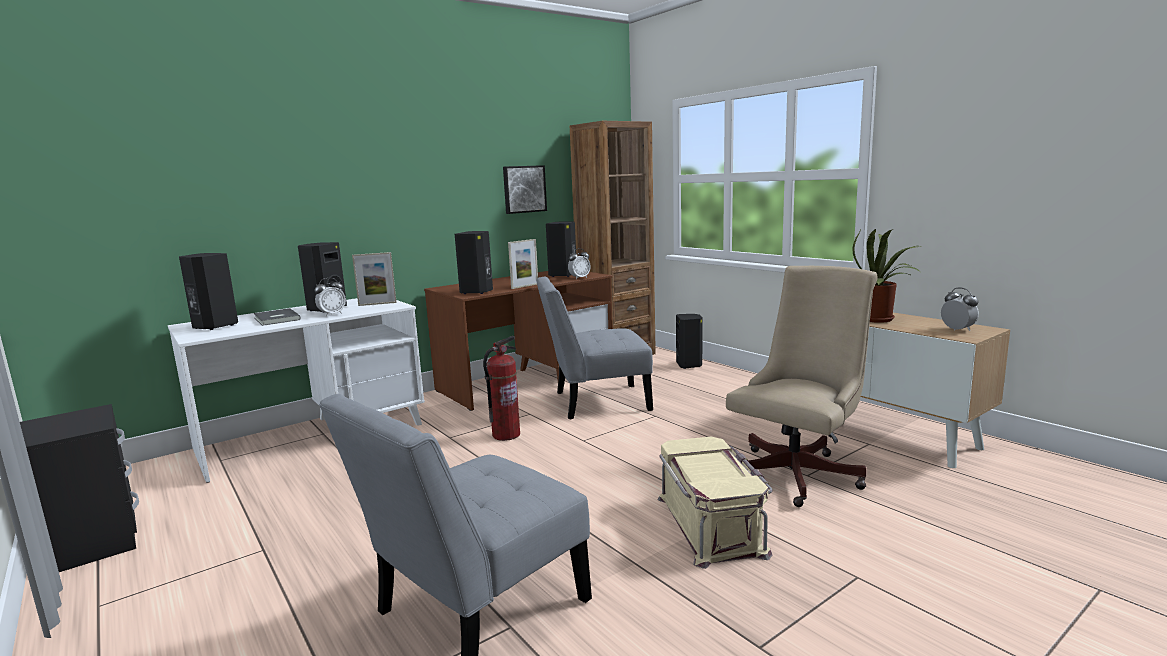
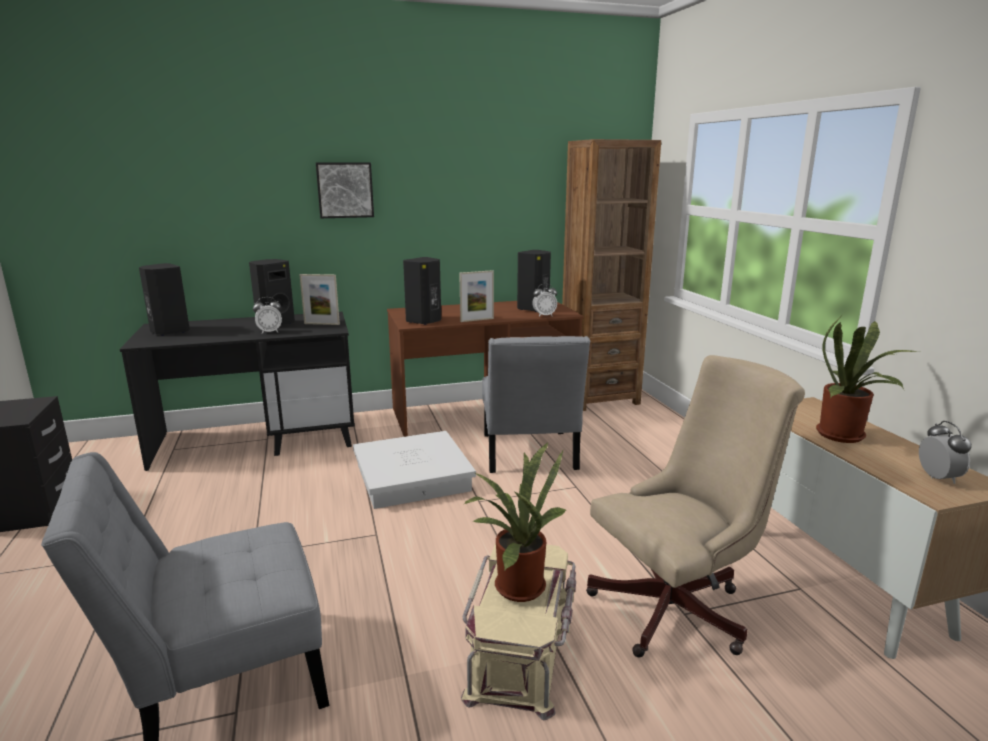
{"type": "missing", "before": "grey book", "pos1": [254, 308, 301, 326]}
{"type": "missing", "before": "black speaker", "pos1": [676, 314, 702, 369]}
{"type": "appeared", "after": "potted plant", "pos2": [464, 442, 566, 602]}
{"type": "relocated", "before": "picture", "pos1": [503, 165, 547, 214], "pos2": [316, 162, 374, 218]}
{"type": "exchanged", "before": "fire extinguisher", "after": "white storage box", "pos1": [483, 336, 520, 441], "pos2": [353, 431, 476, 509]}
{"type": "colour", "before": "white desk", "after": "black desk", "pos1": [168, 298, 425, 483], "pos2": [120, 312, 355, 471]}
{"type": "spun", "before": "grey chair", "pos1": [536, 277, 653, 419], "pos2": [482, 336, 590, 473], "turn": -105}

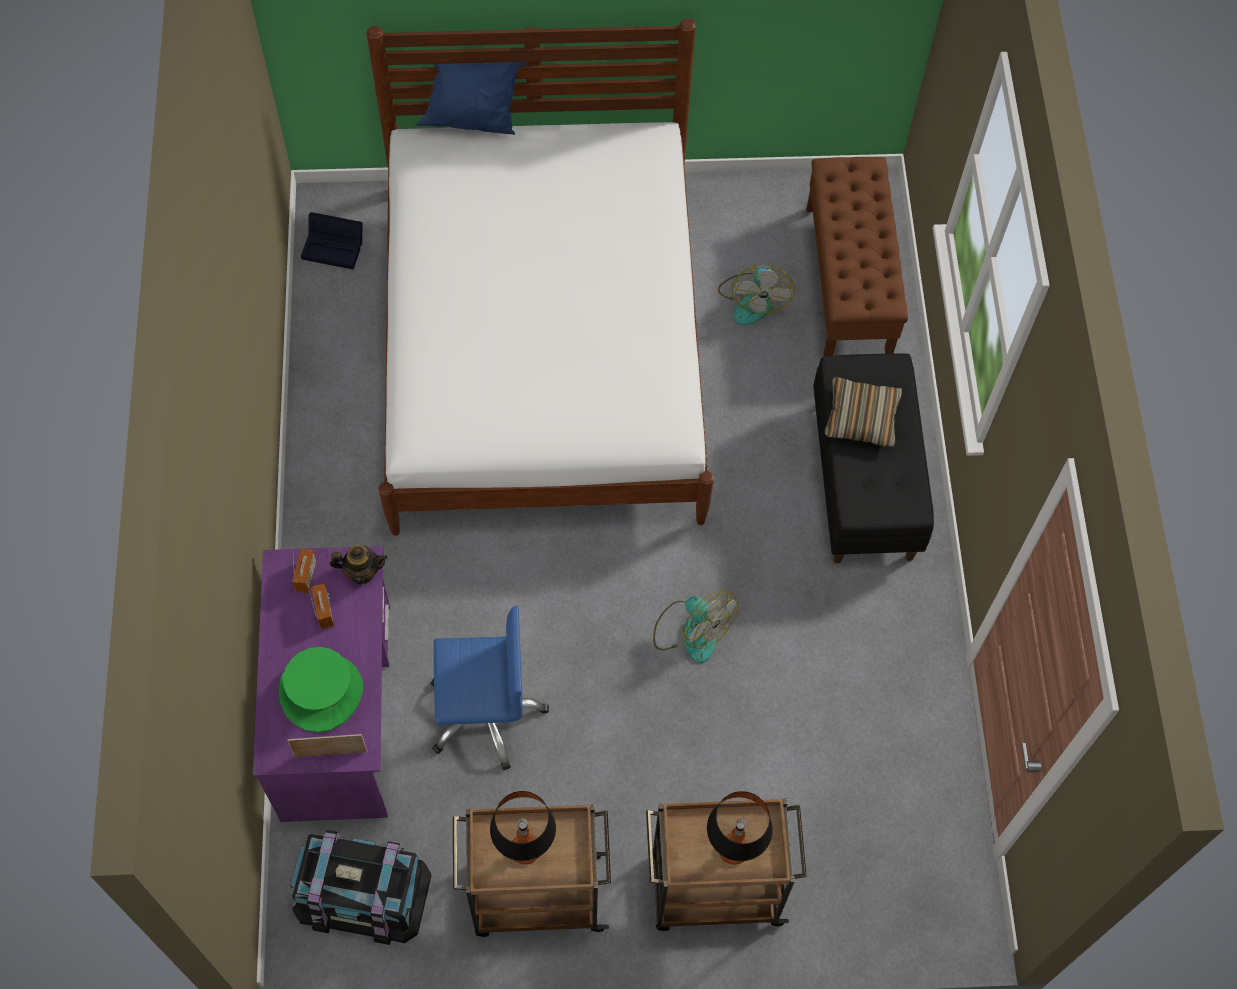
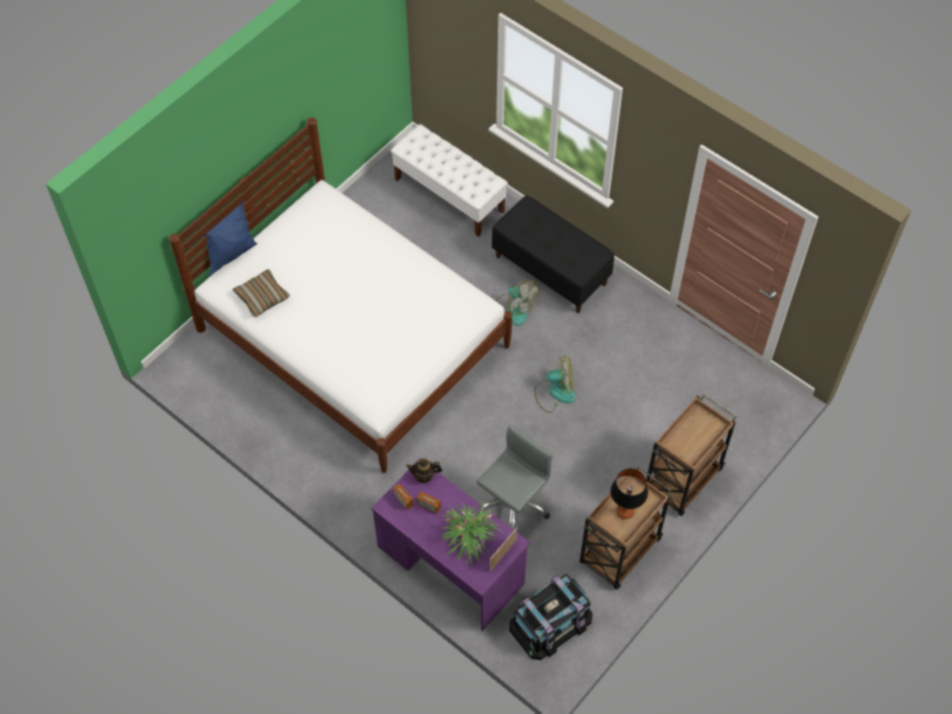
{"type": "missing", "before": "black storage box", "pos1": [301, 212, 363, 270]}
{"type": "missing", "before": "table lamp", "pos1": [707, 791, 773, 865]}
{"type": "relocated", "before": "fan", "pos1": [718, 265, 795, 326], "pos2": [496, 280, 539, 326]}
{"type": "relocated", "before": "pillow", "pos1": [825, 377, 902, 446], "pos2": [233, 269, 290, 317]}
{"type": "exchanged", "before": "green hat", "after": "potted plant", "pos1": [278, 647, 363, 733], "pos2": [433, 501, 502, 566]}
{"type": "colour", "before": "blue office chair", "after": "grey office chair", "pos1": [431, 606, 549, 770], "pos2": [477, 425, 553, 530]}
{"type": "colour", "before": "brown bench", "after": "white bench", "pos1": [807, 157, 908, 357], "pos2": [391, 124, 508, 237]}
{"type": "spun", "before": "teapot", "pos1": [330, 545, 387, 584], "pos2": [406, 458, 442, 483], "turn": -135}

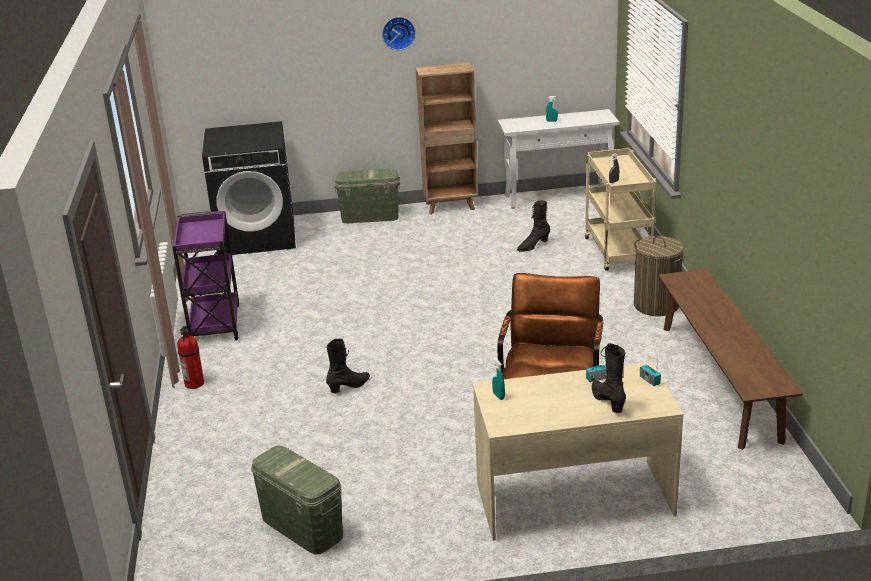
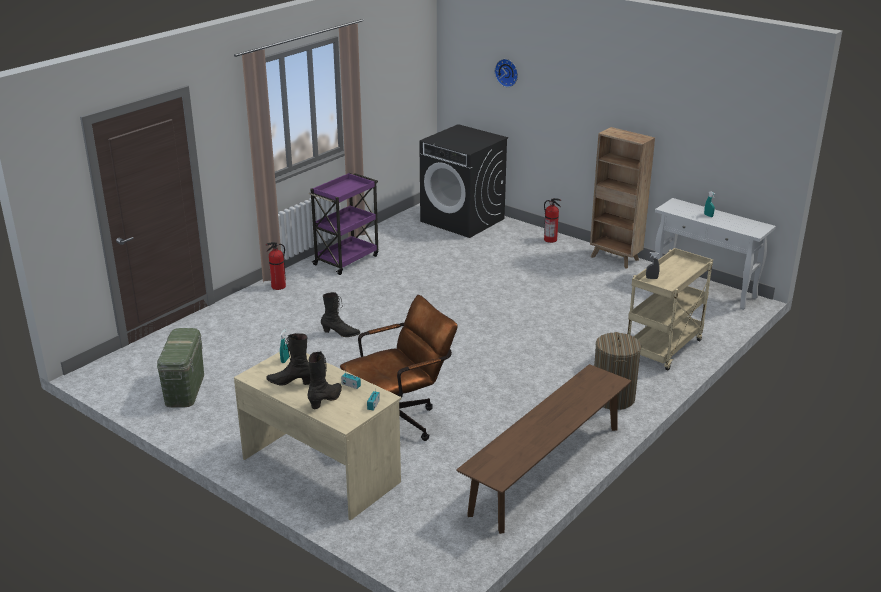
{"type": "relocated", "before": "wall clock", "pos1": [382, 17, 416, 50], "pos2": [495, 59, 518, 87]}
{"type": "relocated", "before": "black boot", "pos1": [517, 200, 550, 252], "pos2": [266, 333, 310, 386]}
{"type": "exchanged", "before": "green storage box", "after": "fire extinguisher", "pos1": [334, 169, 400, 223], "pos2": [544, 198, 561, 243]}

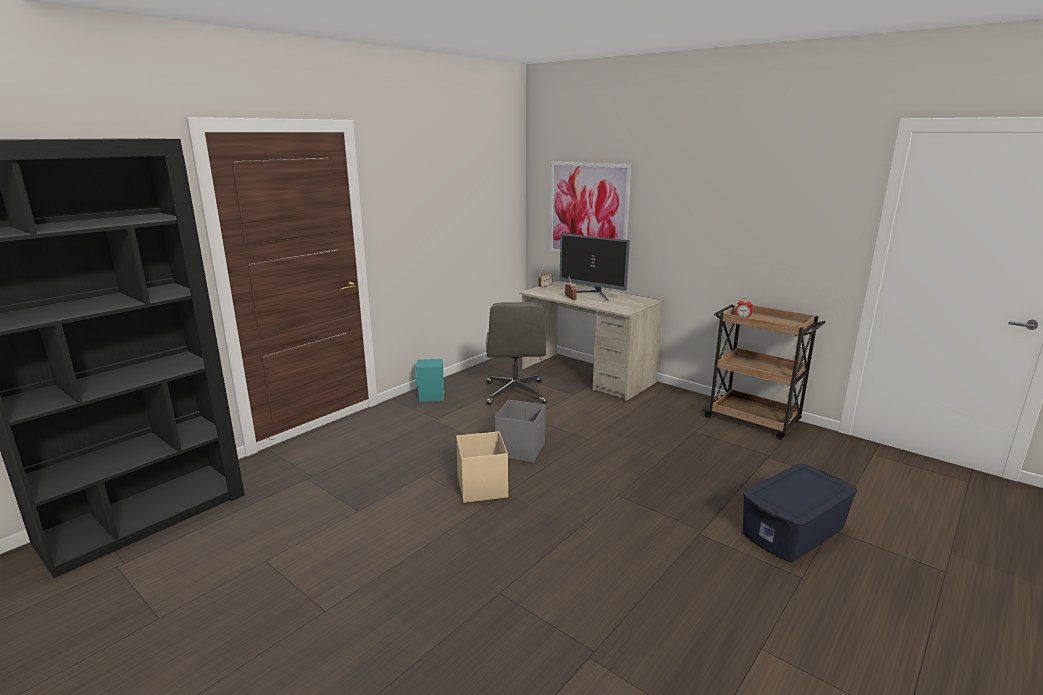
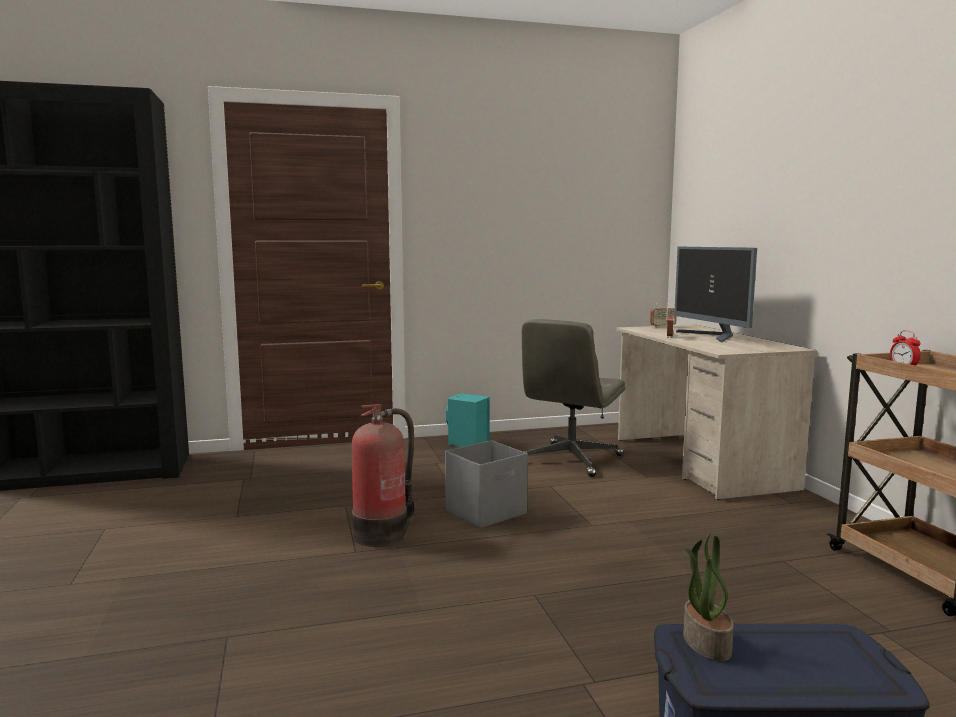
{"type": "missing", "before": "picture", "pos1": [550, 162, 631, 253]}
{"type": "appeared", "after": "potted plant", "pos2": [683, 533, 734, 662]}
{"type": "exchanged", "before": "beige storage box", "after": "fire extinguisher", "pos1": [456, 431, 508, 503], "pos2": [352, 404, 414, 547]}

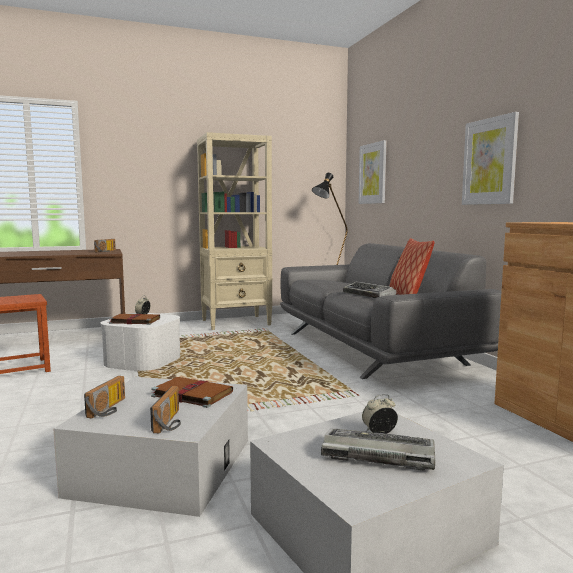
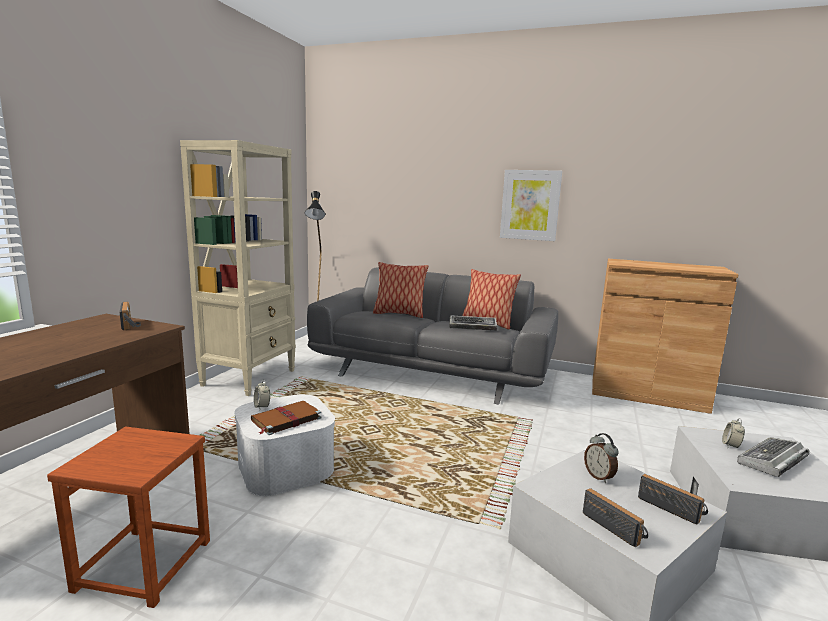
{"type": "missing", "before": "picture", "pos1": [359, 140, 387, 204]}
{"type": "appeared", "after": "pillow", "pos2": [373, 262, 428, 318]}
{"type": "exchanged", "before": "brown book", "after": "alarm clock", "pos1": [151, 377, 233, 408], "pos2": [584, 433, 619, 483]}

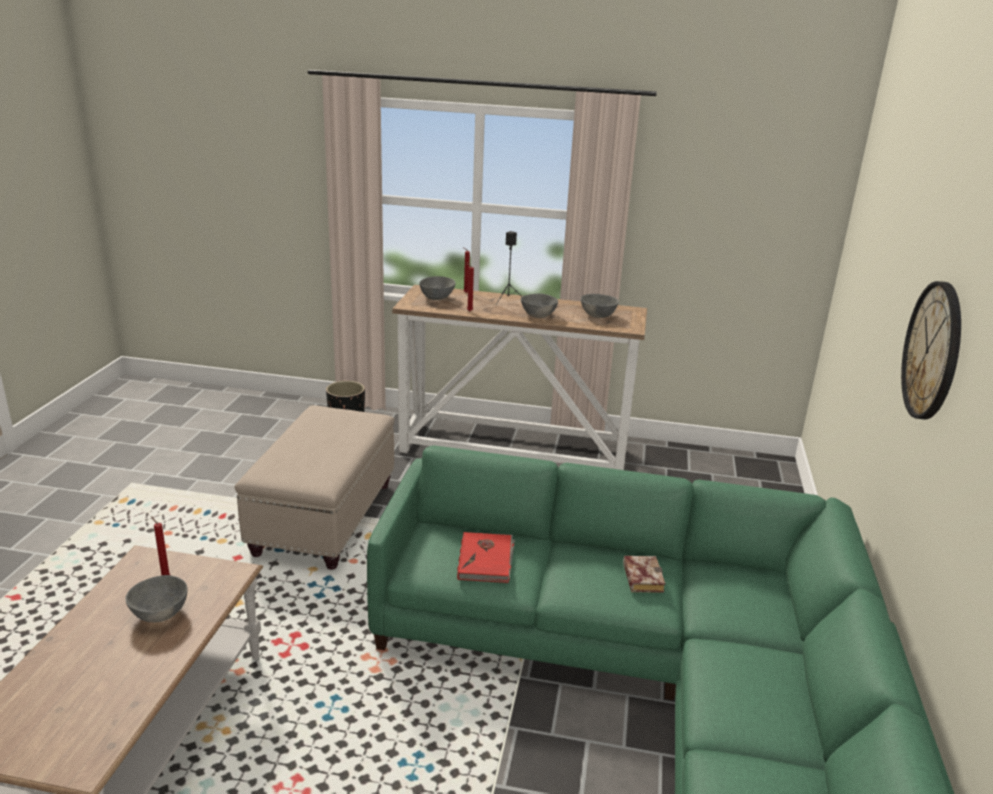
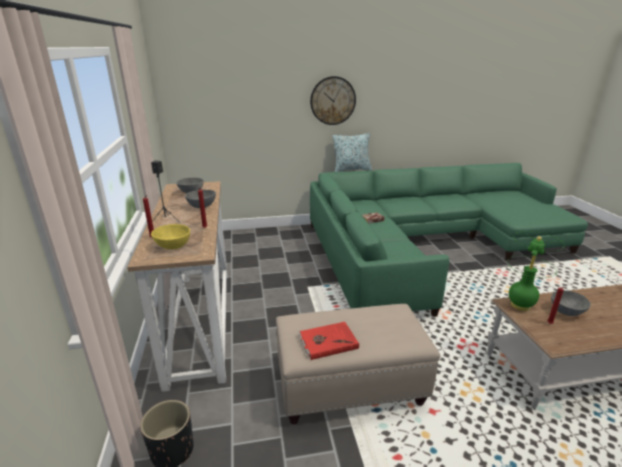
{"type": "appeared", "after": "pillow", "pos2": [333, 133, 372, 172]}
{"type": "appeared", "after": "green table lamp", "pos2": [507, 231, 565, 311]}
{"type": "relocated", "before": "red book", "pos1": [457, 532, 515, 583], "pos2": [298, 322, 359, 360]}
{"type": "colour", "before": "grey bowl", "after": "yellow bowl", "pos1": [419, 276, 456, 300], "pos2": [151, 224, 190, 249]}

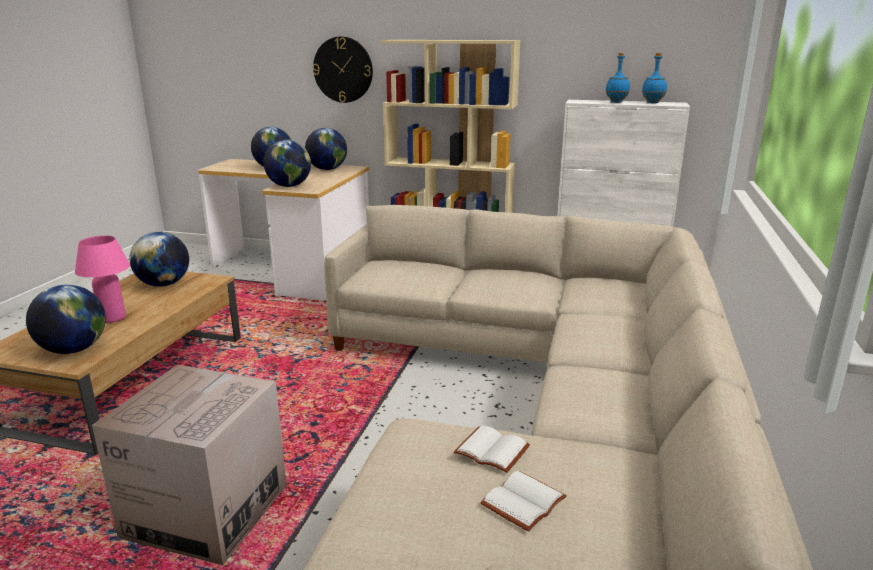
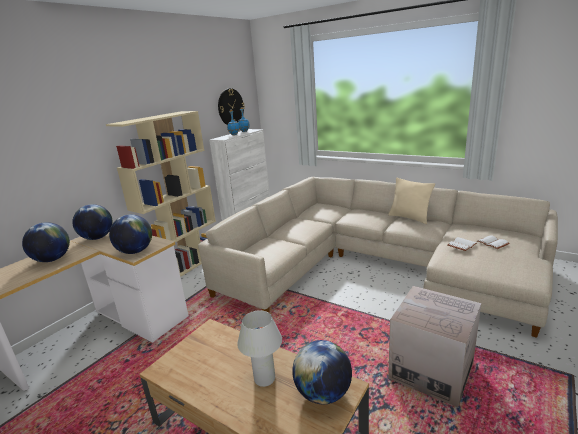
{"type": "missing", "before": "globe", "pos1": [129, 232, 189, 287]}
{"type": "appeared", "after": "beige pillow", "pos2": [388, 177, 435, 224]}
{"type": "relocated", "before": "wall clock", "pos1": [313, 37, 373, 103], "pos2": [218, 88, 245, 125]}
{"type": "colour", "before": "pink table lamp", "after": "white table lamp", "pos1": [75, 236, 130, 323], "pos2": [237, 310, 282, 387]}

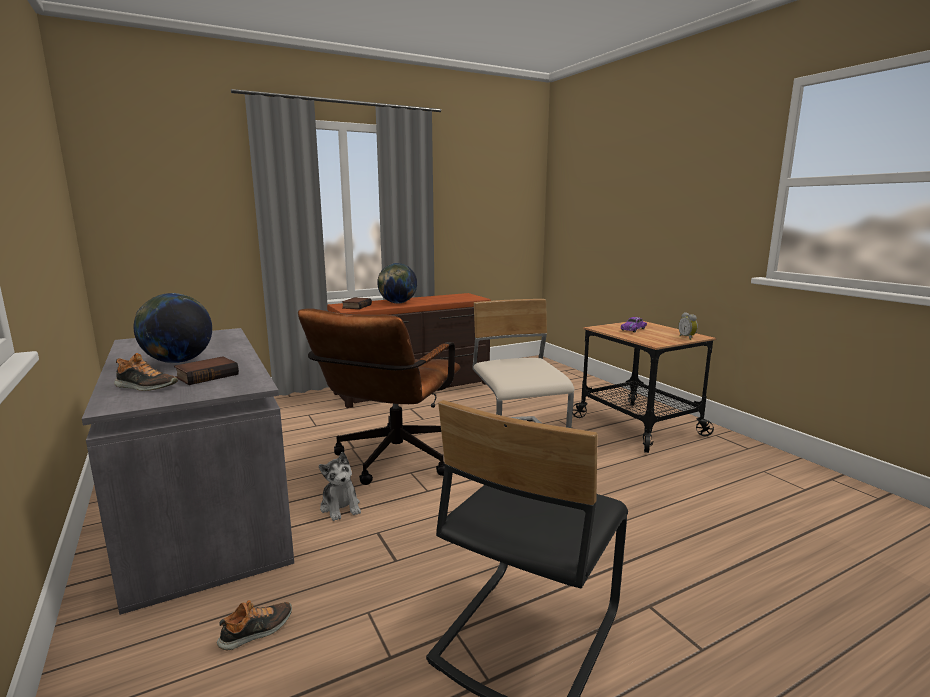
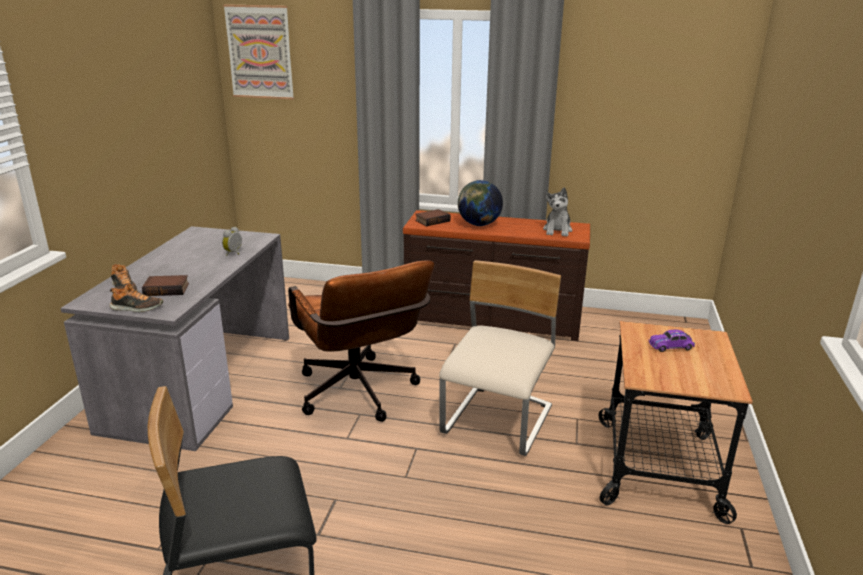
{"type": "missing", "before": "globe", "pos1": [134, 293, 212, 363]}
{"type": "appeared", "after": "picture", "pos2": [223, 4, 294, 100]}
{"type": "relocated", "before": "shoe", "pos1": [217, 600, 292, 651], "pos2": [110, 283, 163, 312]}
{"type": "relocated", "before": "plush toy", "pos1": [319, 452, 361, 521], "pos2": [543, 187, 573, 236]}
{"type": "relocated", "before": "alarm clock", "pos1": [678, 312, 698, 340], "pos2": [222, 227, 242, 256]}
{"type": "spun", "before": "brown office chair", "pos1": [298, 308, 460, 485], "pos2": [288, 260, 435, 422], "turn": -90}

